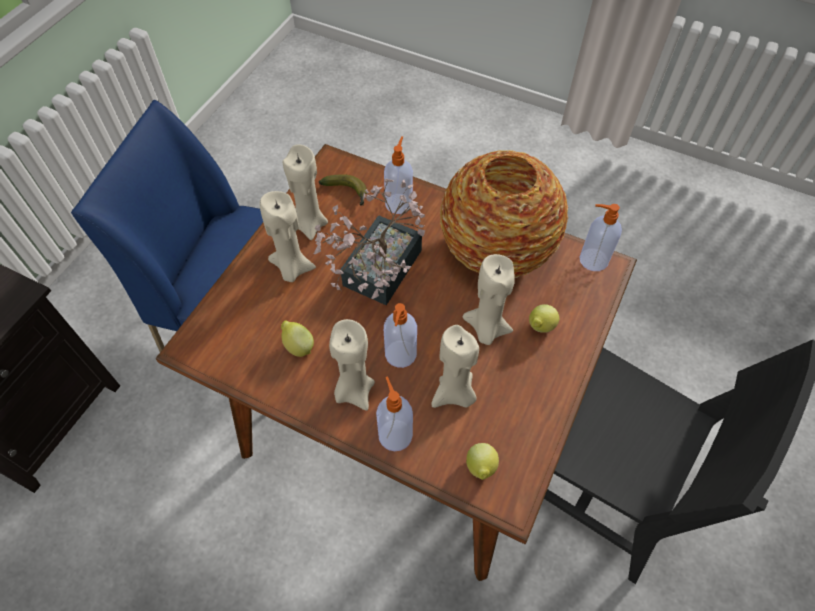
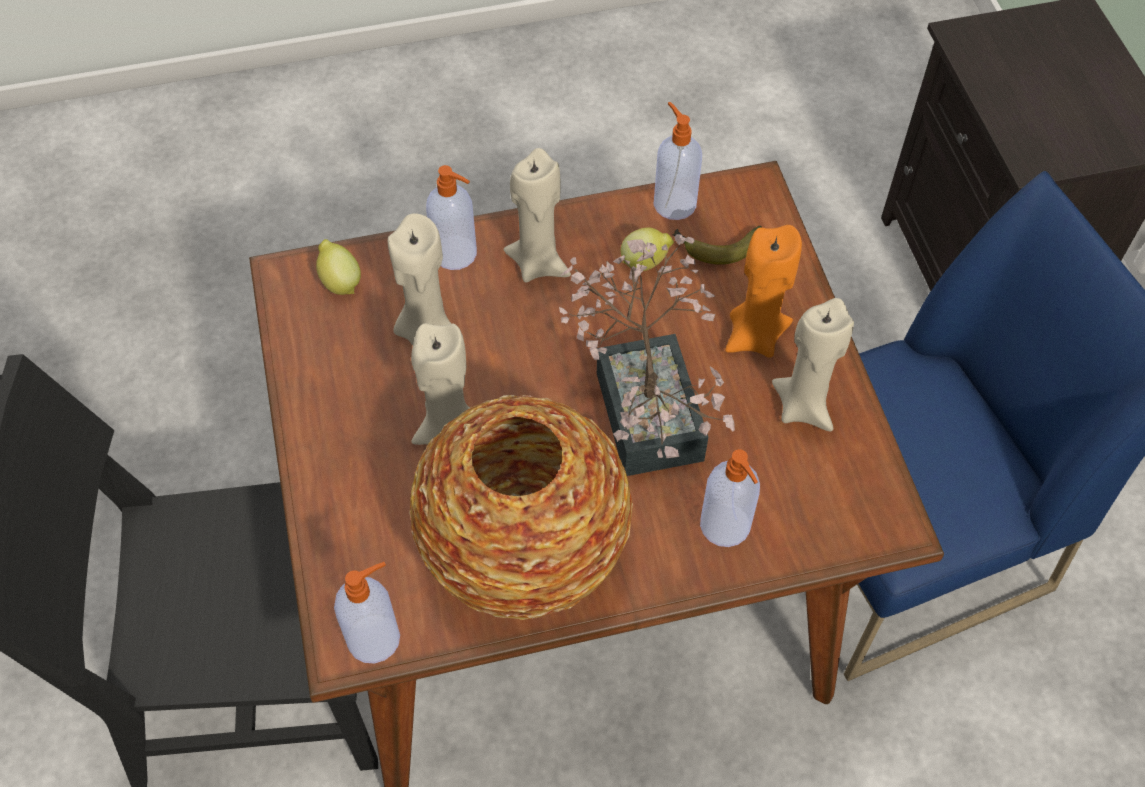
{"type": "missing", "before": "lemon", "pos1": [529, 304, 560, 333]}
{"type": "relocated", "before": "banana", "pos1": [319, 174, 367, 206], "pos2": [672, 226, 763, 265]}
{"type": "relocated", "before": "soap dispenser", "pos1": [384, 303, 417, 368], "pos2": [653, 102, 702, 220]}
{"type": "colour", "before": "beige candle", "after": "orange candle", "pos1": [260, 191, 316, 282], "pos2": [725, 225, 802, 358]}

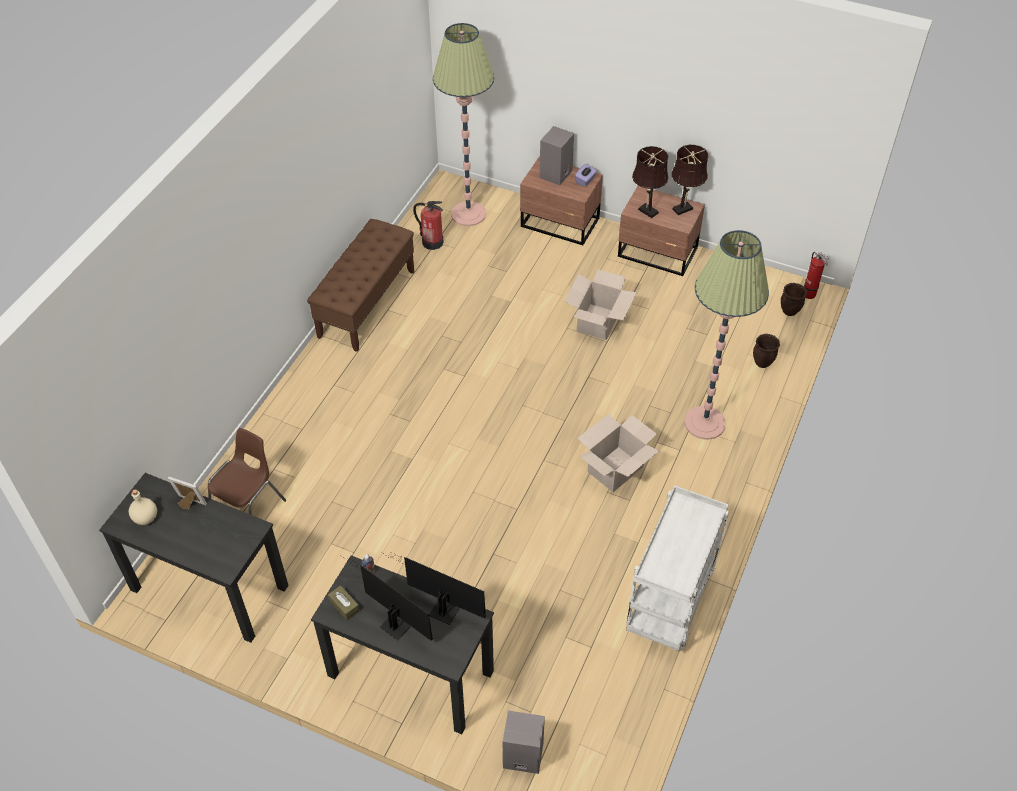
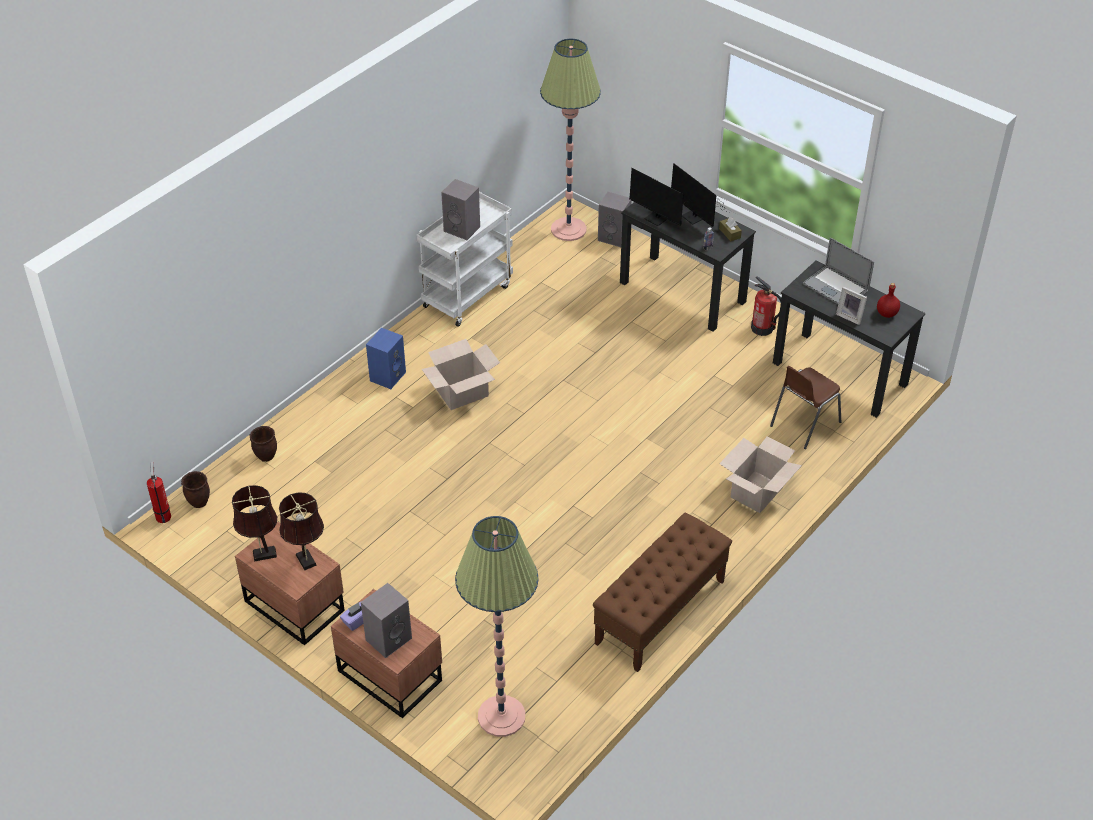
{"type": "appeared", "after": "blue speaker", "pos2": [366, 328, 406, 389]}
{"type": "appeared", "after": "grey speaker", "pos2": [441, 179, 480, 240]}
{"type": "appeared", "after": "laptop", "pos2": [803, 237, 874, 304]}
{"type": "relocated", "before": "fire extinguisher", "pos1": [413, 201, 443, 250], "pos2": [751, 277, 781, 336]}
{"type": "relocated", "before": "cardboard box", "pos1": [565, 270, 637, 340], "pos2": [719, 436, 802, 513]}
{"type": "relocated", "before": "floor lamp", "pos1": [684, 230, 769, 440], "pos2": [540, 39, 601, 241]}
{"type": "colour", "before": "beige bottle", "after": "red bottle", "pos1": [129, 489, 157, 525], "pos2": [877, 283, 900, 318]}

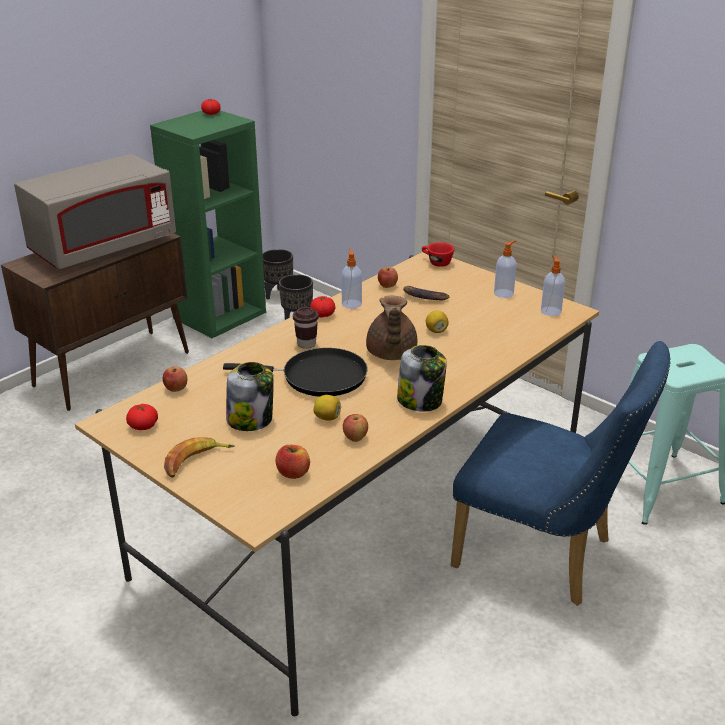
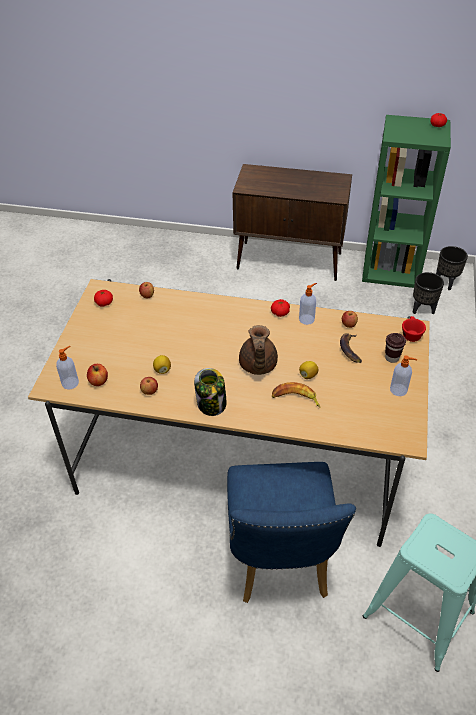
{"type": "missing", "before": "grey microwave", "pos1": [14, 154, 176, 269]}
{"type": "missing", "before": "black frying pan", "pos1": [223, 348, 368, 397]}
{"type": "missing", "before": "jar", "pos1": [226, 362, 274, 431]}
{"type": "relocated", "before": "banana", "pos1": [164, 437, 235, 477], "pos2": [272, 382, 321, 408]}
{"type": "relocated", "before": "brown cup", "pos1": [293, 307, 319, 349], "pos2": [385, 333, 406, 363]}
{"type": "relocated", "before": "soap dispenser", "pos1": [541, 255, 565, 316], "pos2": [56, 346, 79, 390]}
{"type": "spun", "before": "brown teapot", "pos1": [366, 296, 417, 360], "pos2": [239, 325, 278, 375], "turn": -60}

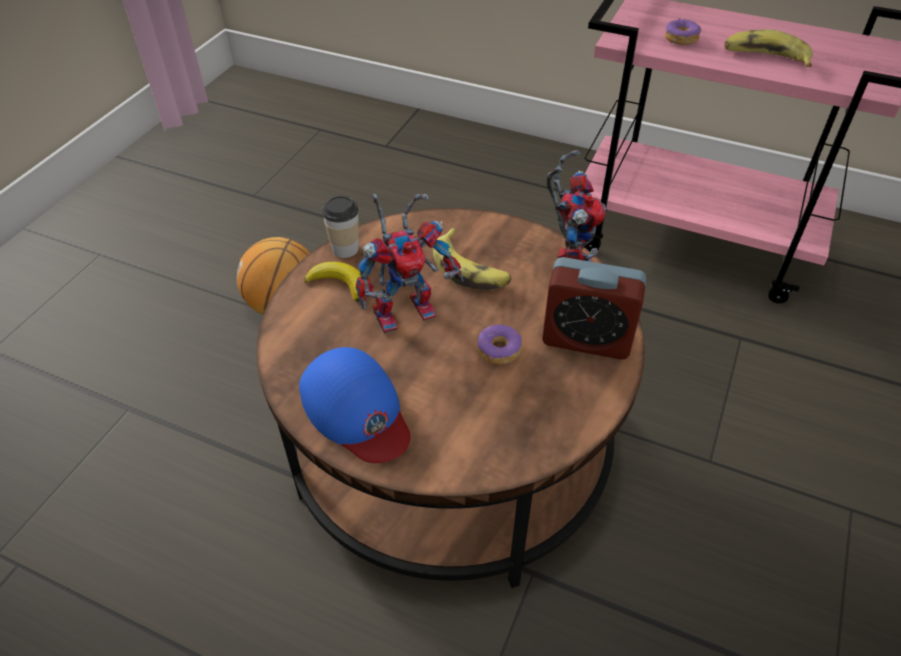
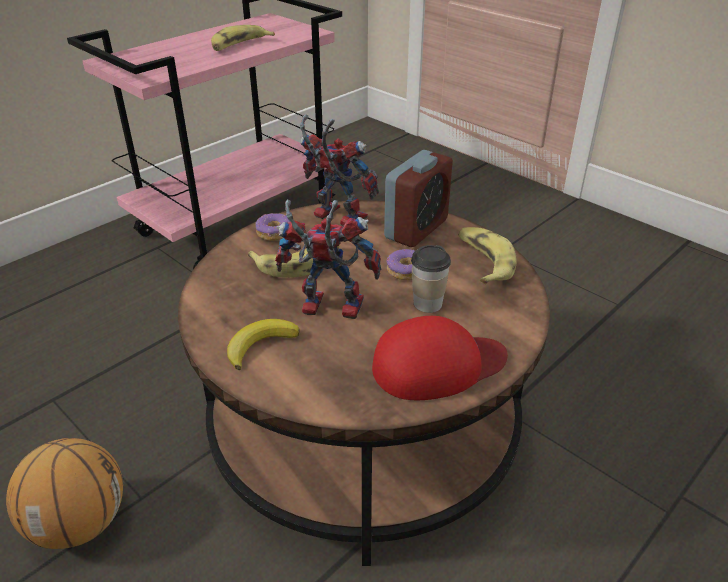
{"type": "appeared", "after": "banana", "pos2": [458, 227, 517, 284]}
{"type": "relocated", "before": "cup", "pos1": [322, 196, 359, 258], "pos2": [411, 245, 451, 313]}
{"type": "relocated", "before": "donut", "pos1": [665, 18, 701, 45], "pos2": [256, 213, 290, 241]}
{"type": "colour", "before": "blue cap", "after": "red cap", "pos1": [299, 347, 411, 463], "pos2": [372, 316, 508, 400]}
{"type": "spun", "before": "toy robot", "pos1": [356, 194, 464, 334], "pos2": [275, 200, 381, 319], "turn": -75}

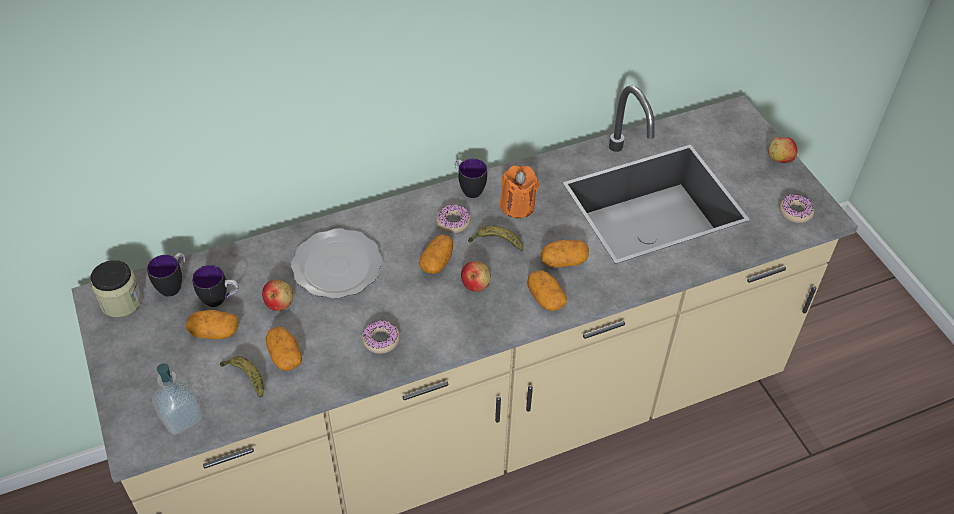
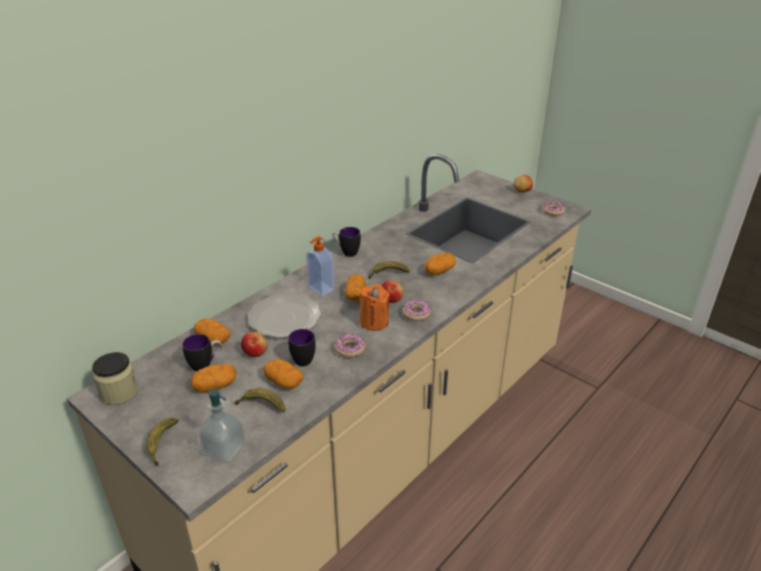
{"type": "appeared", "after": "banana", "pos2": [147, 418, 179, 466]}
{"type": "appeared", "after": "soap dispenser", "pos2": [306, 237, 335, 296]}
{"type": "relocated", "before": "mug", "pos1": [147, 253, 185, 297], "pos2": [288, 328, 316, 366]}
{"type": "relocated", "before": "donut", "pos1": [436, 205, 471, 233], "pos2": [402, 300, 431, 321]}
{"type": "relocated", "before": "orange candle", "pos1": [500, 165, 539, 218], "pos2": [359, 284, 390, 331]}
{"type": "relocated", "before": "potato", "pos1": [527, 271, 567, 311], "pos2": [194, 318, 230, 345]}

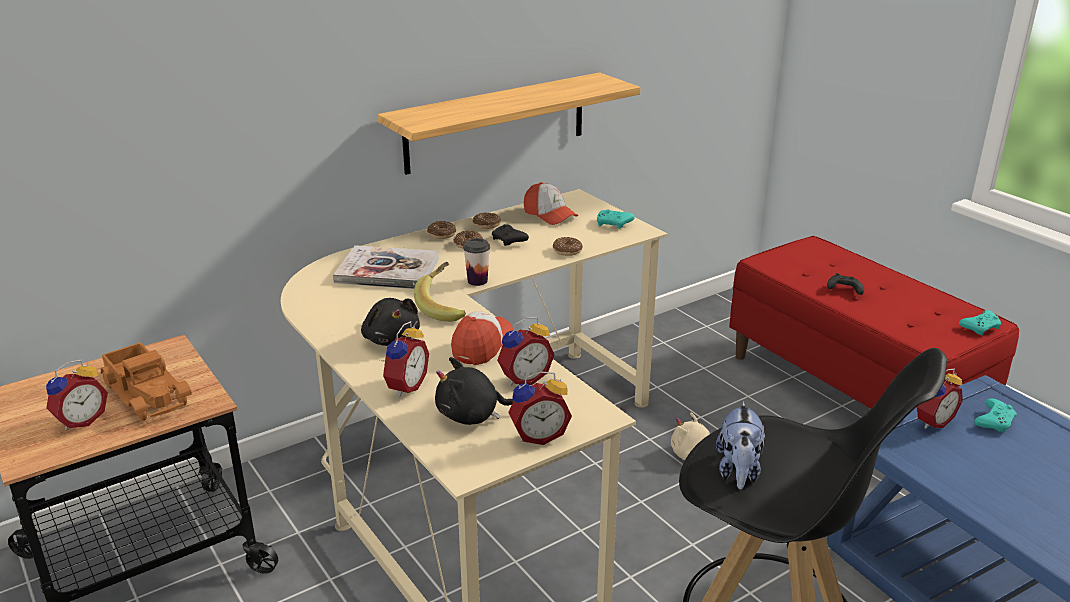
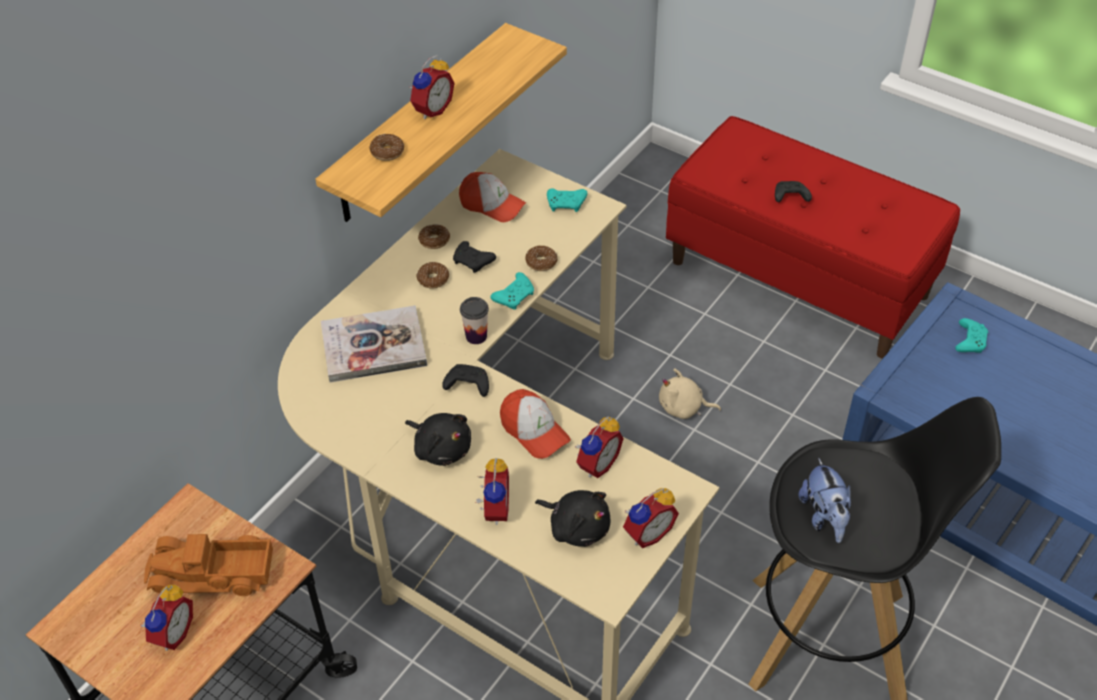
{"type": "relocated", "before": "donut", "pos1": [427, 221, 456, 239], "pos2": [370, 134, 404, 161]}
{"type": "relocated", "before": "alarm clock", "pos1": [917, 369, 963, 429], "pos2": [409, 55, 455, 119]}
{"type": "relocated", "before": "turquoise game controller", "pos1": [959, 310, 1001, 335], "pos2": [491, 272, 534, 310]}
{"type": "exchanged", "before": "banana", "after": "black game controller", "pos1": [414, 262, 466, 322], "pos2": [442, 364, 489, 397]}
{"type": "spun", "before": "toy truck", "pos1": [100, 342, 192, 421], "pos2": [144, 534, 273, 596], "turn": 150}
{"type": "spun", "before": "black plush toy", "pos1": [435, 357, 513, 425], "pos2": [535, 490, 610, 547], "turn": -120}
{"type": "spun", "before": "cap", "pos1": [451, 311, 513, 365], "pos2": [500, 389, 571, 459], "turn": 135}

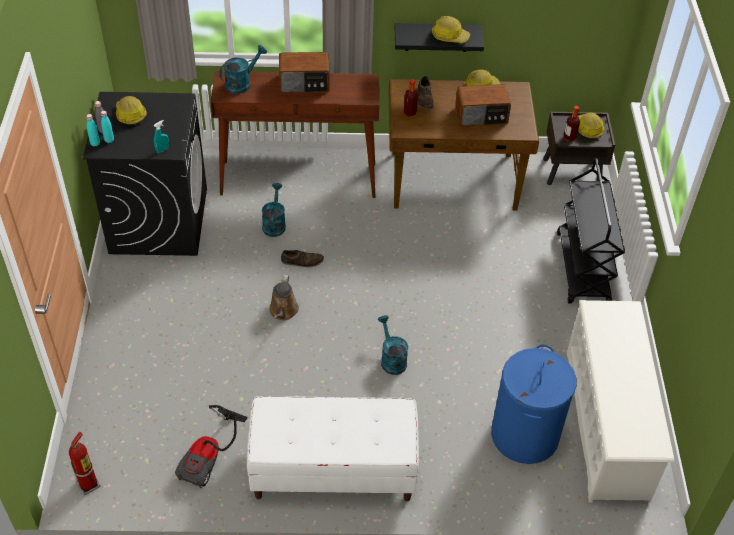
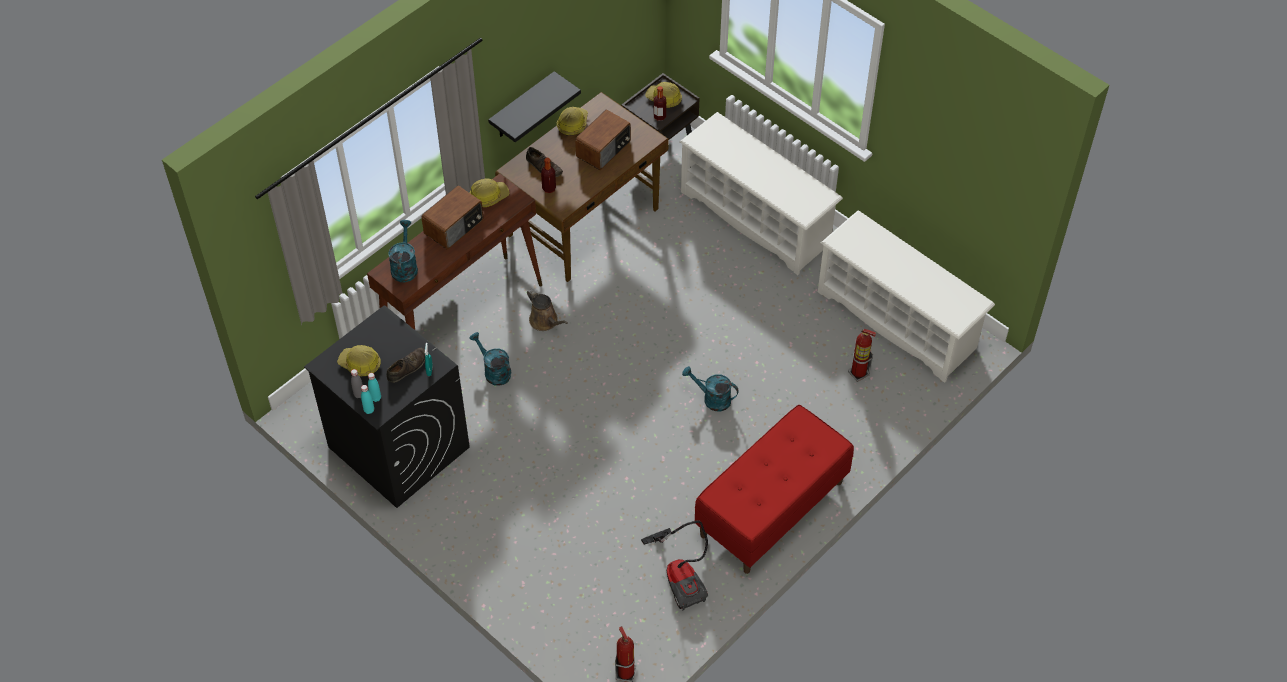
{"type": "relocated", "before": "brown watering can", "pos1": [269, 275, 299, 320], "pos2": [527, 289, 568, 331]}
{"type": "relocated", "before": "brown shoe", "pos1": [281, 250, 324, 267], "pos2": [387, 348, 425, 383]}
{"type": "relocated", "before": "hard hat", "pos1": [432, 16, 470, 43], "pos2": [469, 179, 510, 207]}
{"type": "exchanged", "before": "blue laundry basket", "after": "fire extinguisher", "pos1": [491, 345, 577, 464], "pos2": [848, 329, 876, 382]}
{"type": "exchanged", "before": "black cart", "after": "white shoe rack", "pos1": [557, 158, 625, 303], "pos2": [680, 112, 843, 275]}
{"type": "colour", "before": "white bench", "after": "red bench", "pos1": [247, 396, 419, 501], "pos2": [695, 405, 854, 574]}

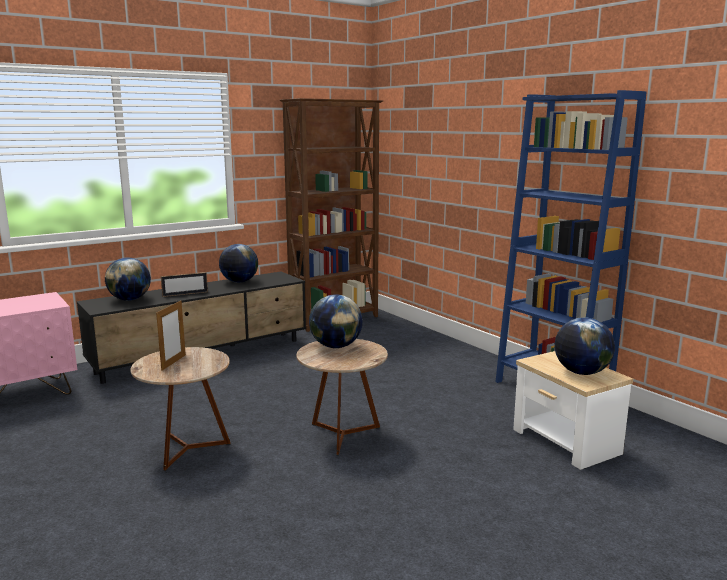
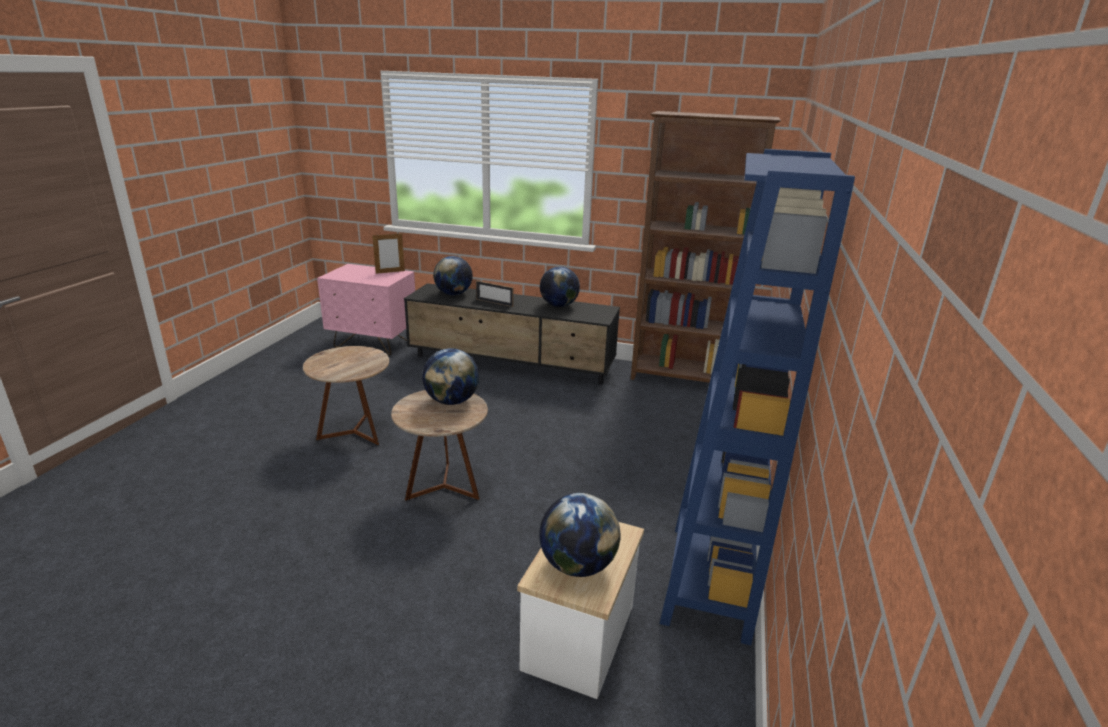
{"type": "relocated", "before": "picture frame", "pos1": [156, 301, 186, 371], "pos2": [372, 233, 405, 274]}

